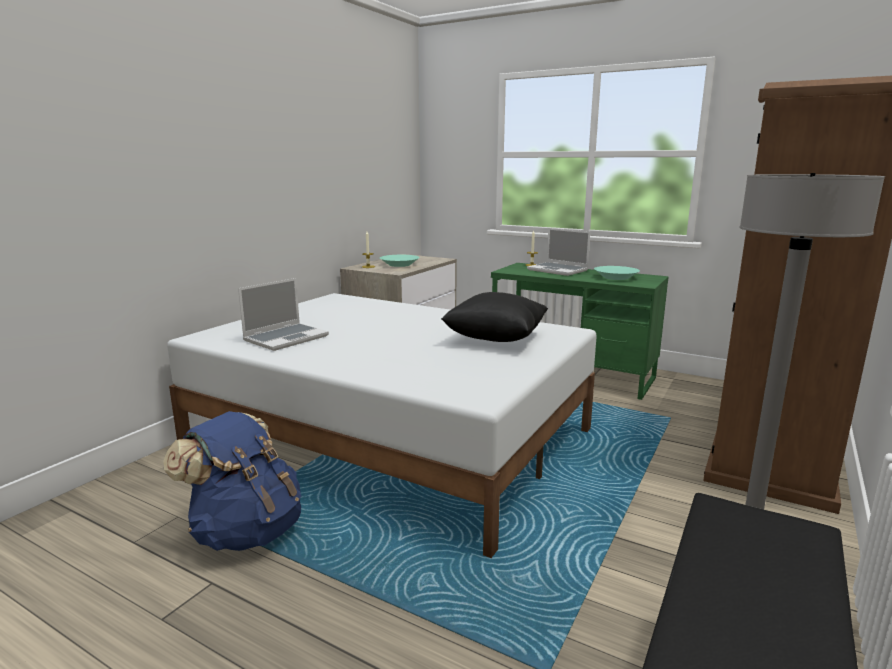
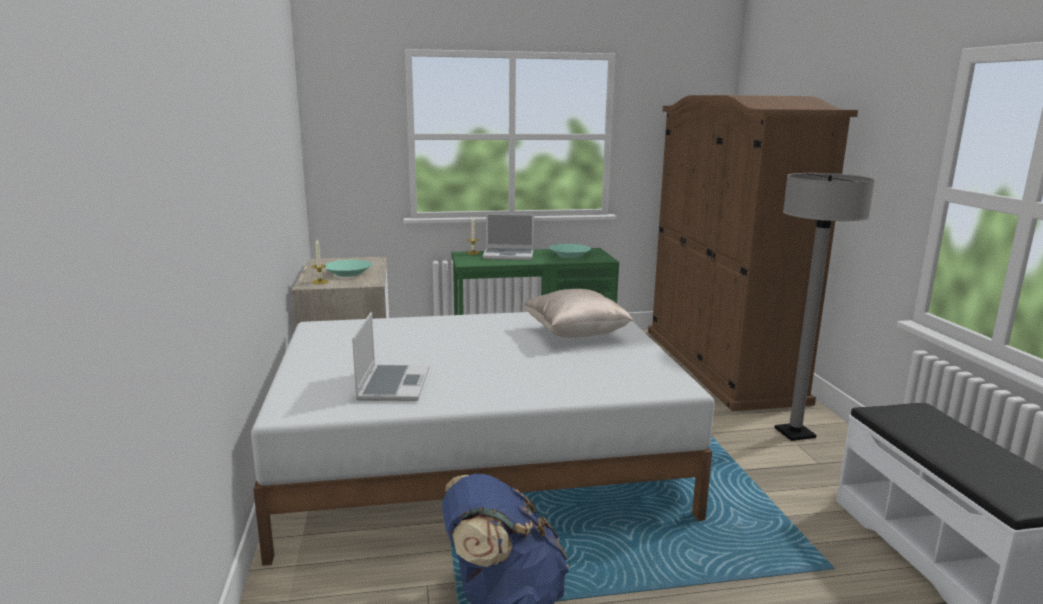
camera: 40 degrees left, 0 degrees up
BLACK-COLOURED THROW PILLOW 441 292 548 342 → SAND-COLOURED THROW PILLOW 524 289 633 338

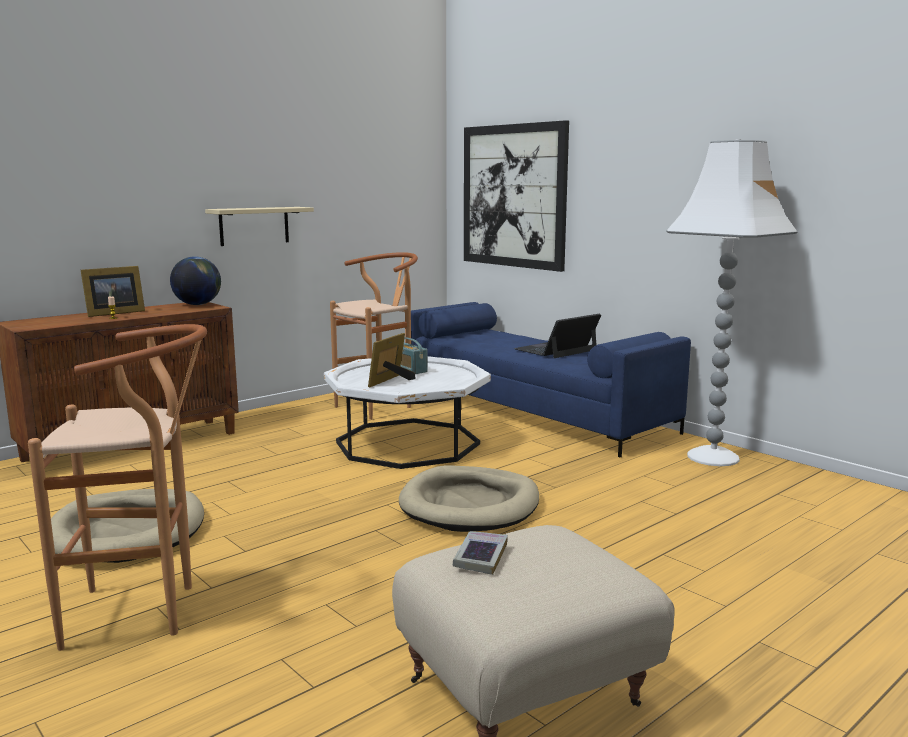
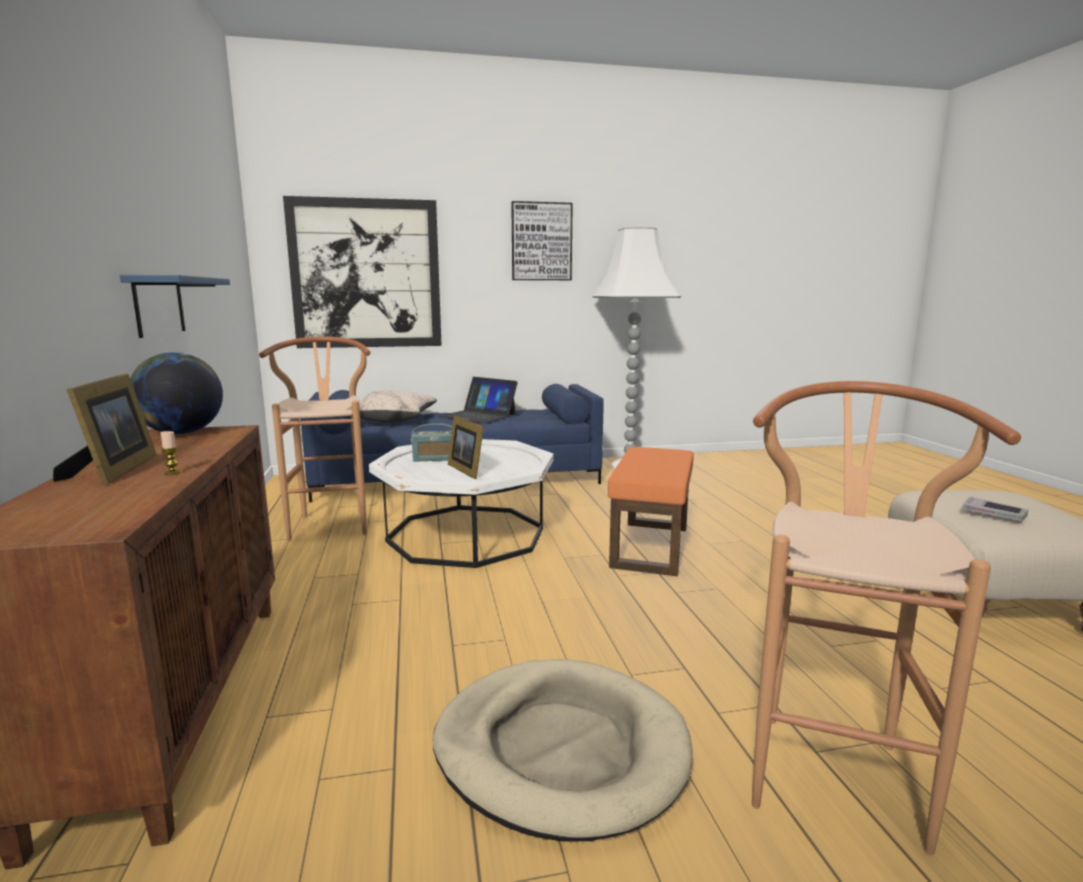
camera: 60 degrees left, 0 degrees up
SAND-COLOURED WALL SHELF 205 207 314 246 → BLUE-COLOURED WALL SHELF 120 275 230 338
- → SAND-COLOURED THROW PILLOW 359 390 437 423
NOTEBOOK COMPUTER 514 314 601 358 → NOTEBOOK COMPUTER 439 377 518 424, 45 degrees counterclockwise
- → PICTURE 511 201 573 280
SAND-COLOURED DOG BED 399 465 539 532 → ORANGE OTTOMAN 608 447 694 576

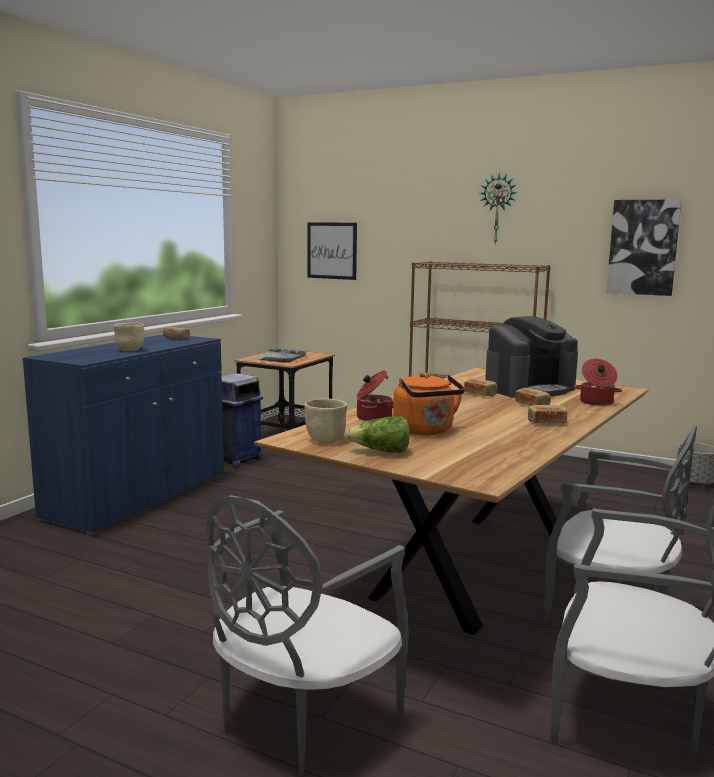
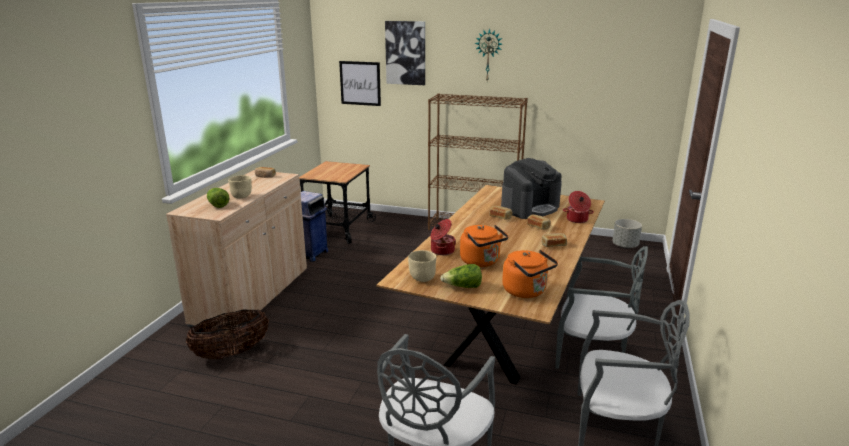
camera: 10 degrees left, 10 degrees up
BLUE-COLOURED CABINET 22 335 224 535 → SAND-COLOURED CABINET 166 170 307 334
- → HOUSEHOLD BASKET 186 310 269 359
- → HEAD OF LETTUCE 207 188 230 208
PICTURE 606 199 682 296 → PICTURE 385 21 425 85, shifted
- → ORANGE WATER KETTLE 502 250 558 298
GREYISH SERVING TRAY 256 348 308 362 → -

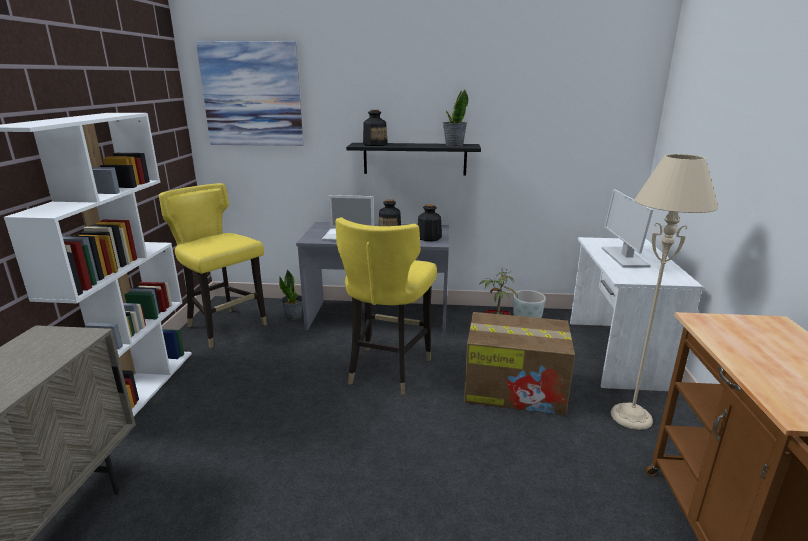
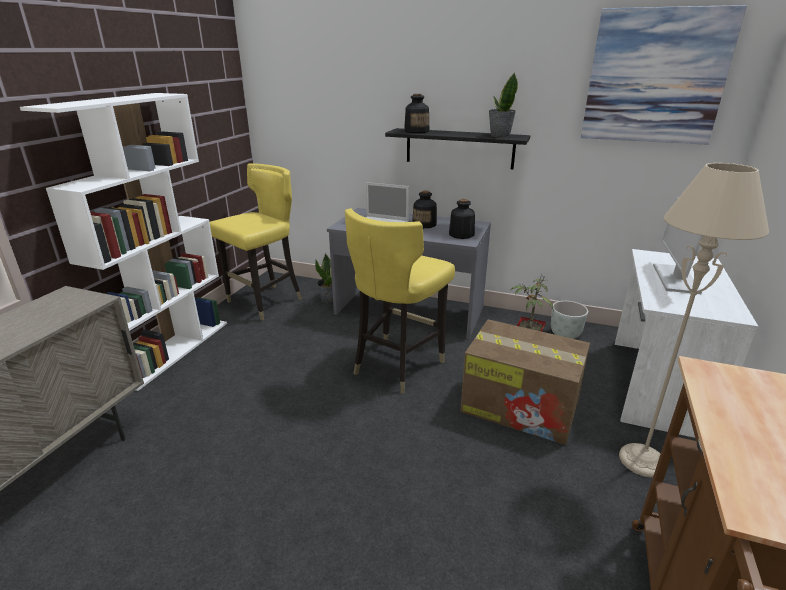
camera: 15 degrees right, 5 degrees up
YELLOW-COLOURED CHAIR 159 183 267 348 → YELLOW-COLOURED CHAIR 209 163 302 320, 75 degrees clockwise
PICTURE 196 41 303 146 → PICTURE 581 5 747 145, shifted

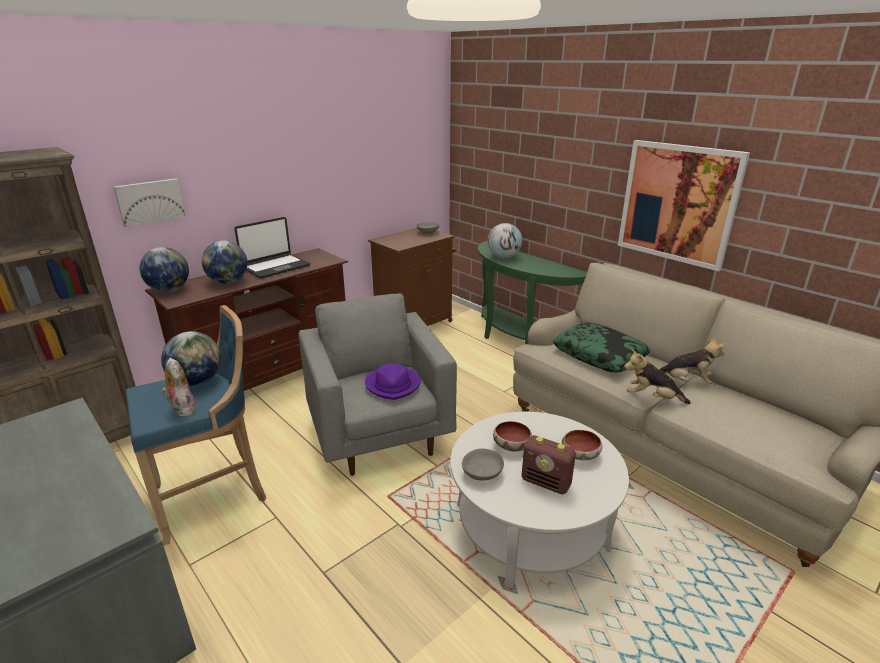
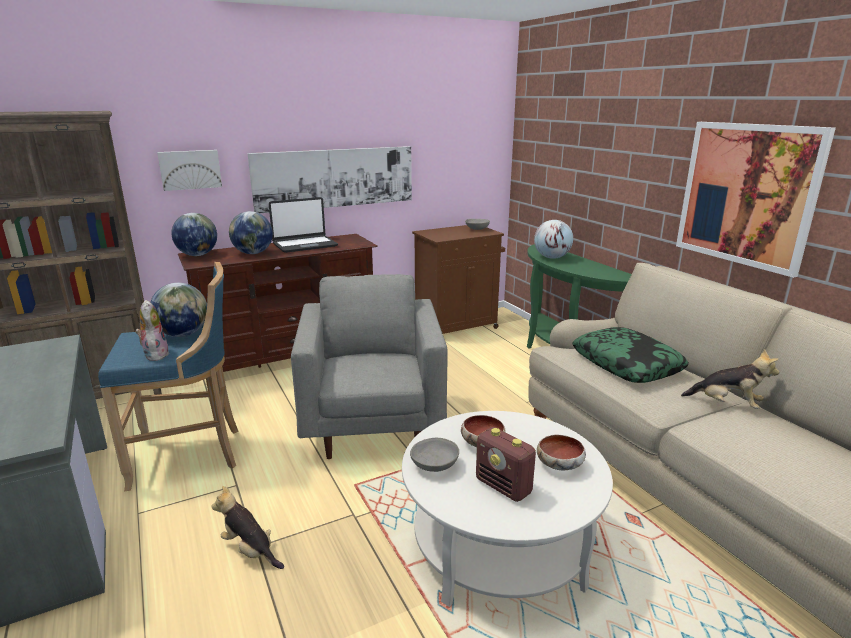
camera: 15 degrees right, 5 degrees down
SOFT TOY 624 349 691 404 → SOFT TOY 211 486 284 569, shifted
- → PICTURE 248 146 412 214
PURPLISH CLOTHING HAT 365 363 421 400 → -

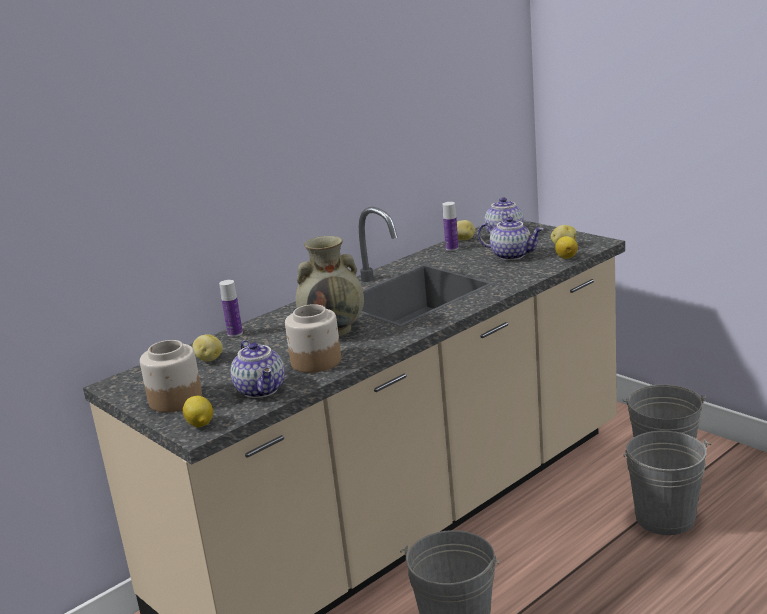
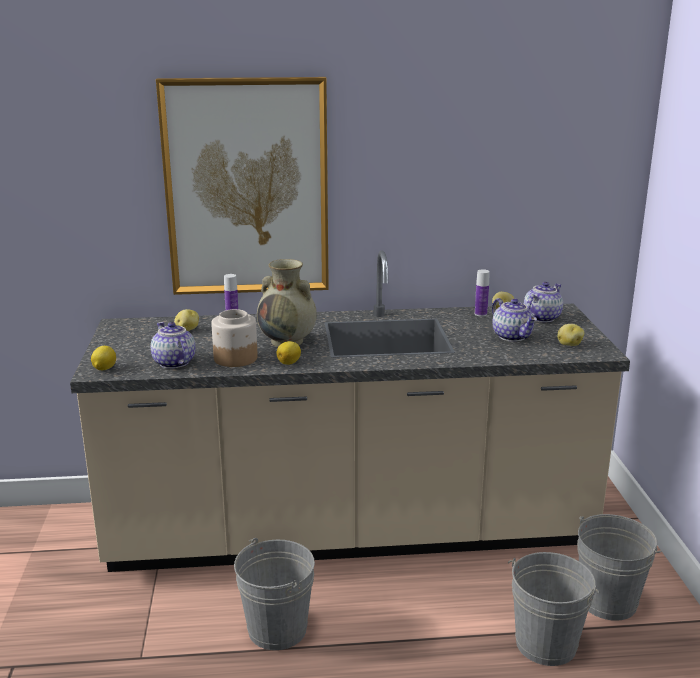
camera: 35 degrees right, 0 degrees up
TEAPOT 231 340 285 398 → TEAPOT 151 322 196 369, 135 degrees clockwise
- → PICTURE 156 77 329 295
WHOLE LEMON 555 236 578 259 → WHOLE LEMON 277 341 301 365, shifted
JAR 140 340 202 412 → -

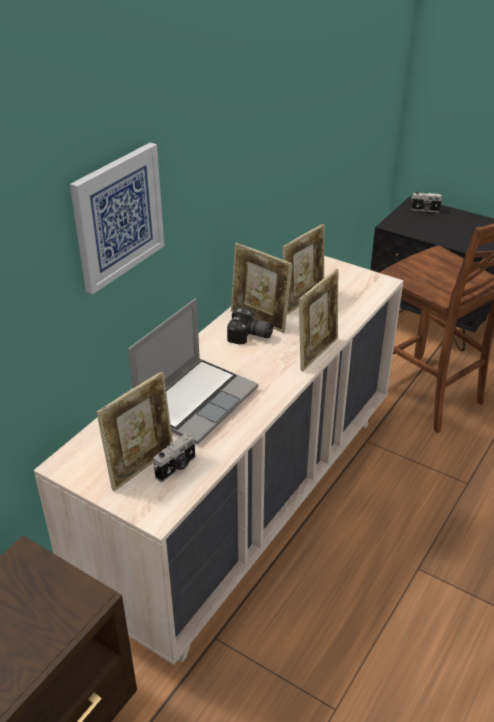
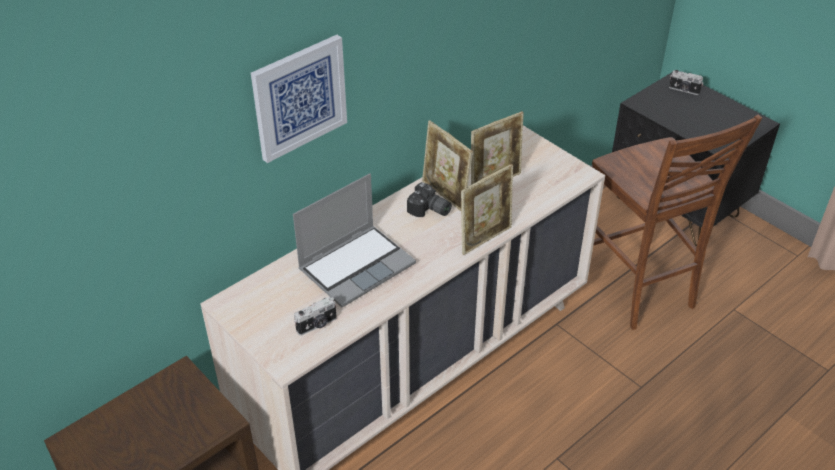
camera: 15 degrees right, 5 degrees up
STANDING FRAME 97 371 173 491 → -

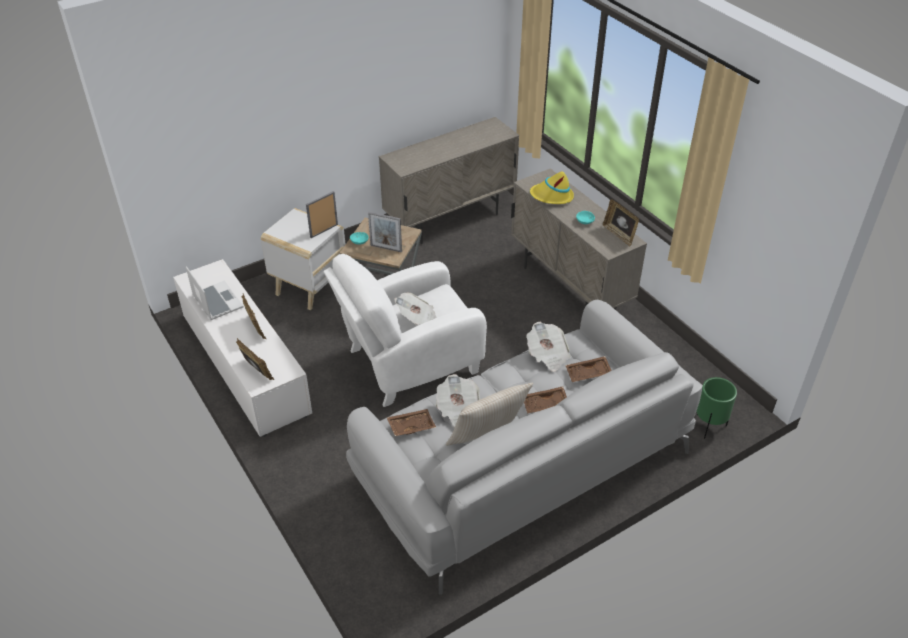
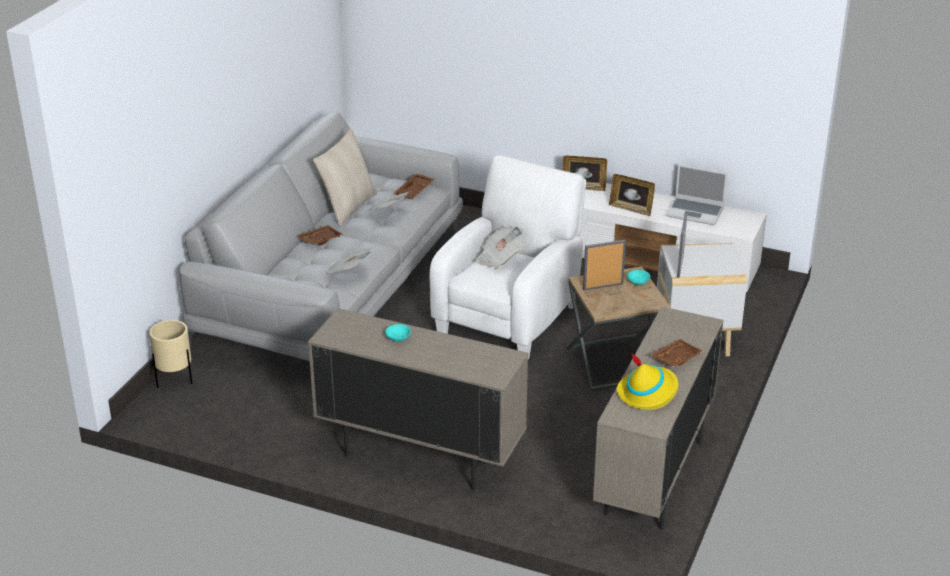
camera: 145 degrees right, 10 degrees down
GREENISH PLANTER 697 377 737 439 → SAND-COLOURED PLANTER 149 320 192 388
YELLOW-COLOURED CLOTHING HAT 530 172 574 204 → YELLOW-COLOURED CLOTHING HAT 617 353 679 410, shifted
BROWN-COLOURED SERVING TRAY 565 356 612 382 → BROWN-COLOURED SERVING TRAY 650 339 704 367, shifted
STANDING FRAME 603 199 639 247 → -

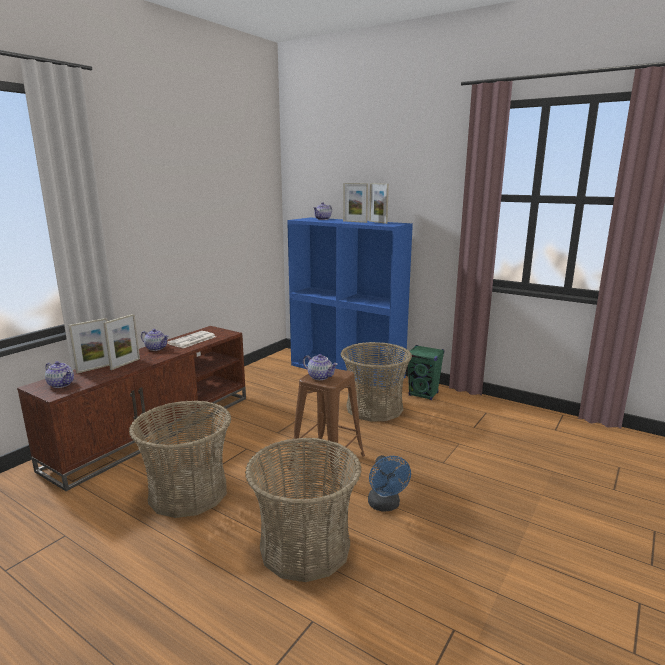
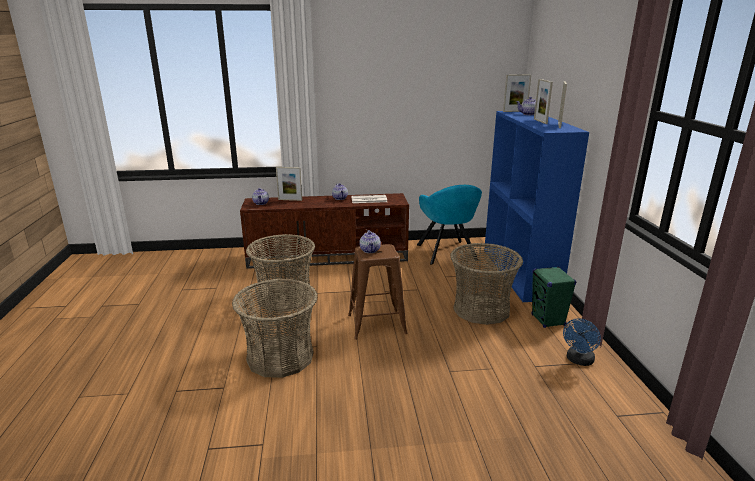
camera: 50 degrees right, 5 degrees up
- → TURQUOISE-COLOURED LOUNGE CHAIR 417 185 482 265
STANDING FRAME 103 314 140 370 → STANDING FRAME 503 74 531 112, shifted
BLUE-COLOURED COOLING FAN 368 455 411 512 → BLUE-COLOURED COOLING FAN 563 318 601 366, shifted

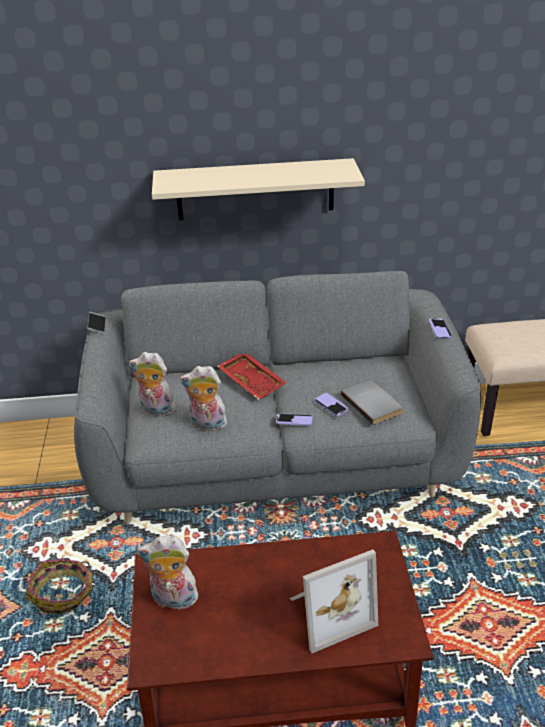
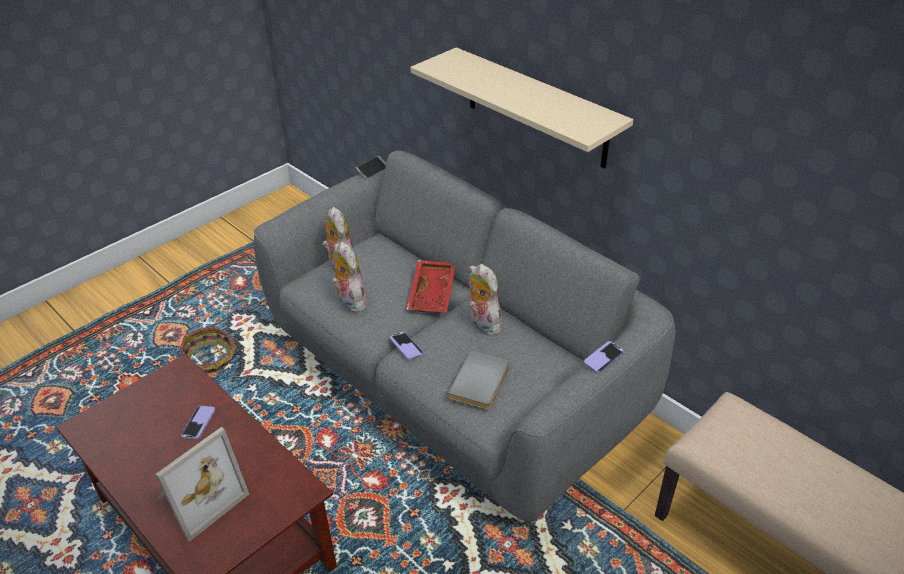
camera: 50 degrees right, 5 degrees up
STANDING FRAME 290 550 378 653 → STANDING FRAME 156 427 249 542, 75 degrees counterclockwise
PHONE 315 393 348 417 → PHONE 181 406 215 439, shifted
SOFT TOY 137 536 201 613 → SOFT TOY 469 264 502 335, shifted

